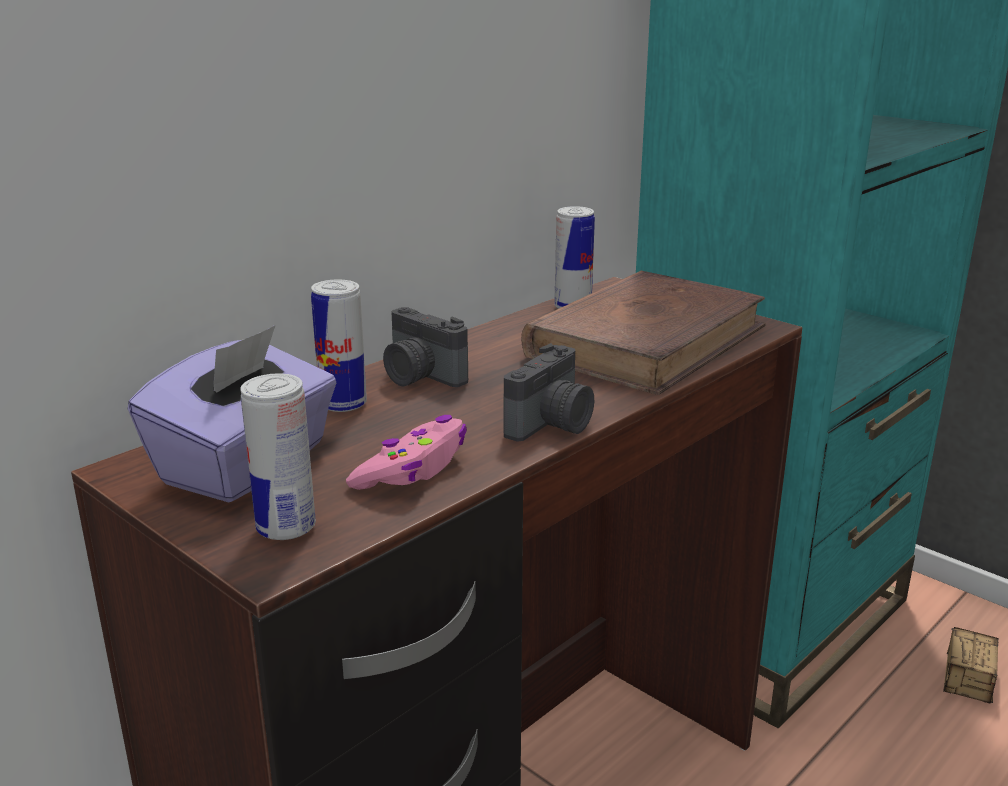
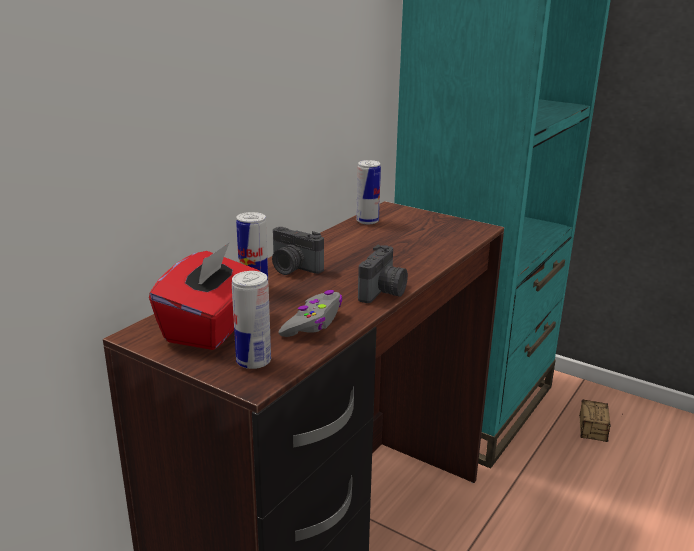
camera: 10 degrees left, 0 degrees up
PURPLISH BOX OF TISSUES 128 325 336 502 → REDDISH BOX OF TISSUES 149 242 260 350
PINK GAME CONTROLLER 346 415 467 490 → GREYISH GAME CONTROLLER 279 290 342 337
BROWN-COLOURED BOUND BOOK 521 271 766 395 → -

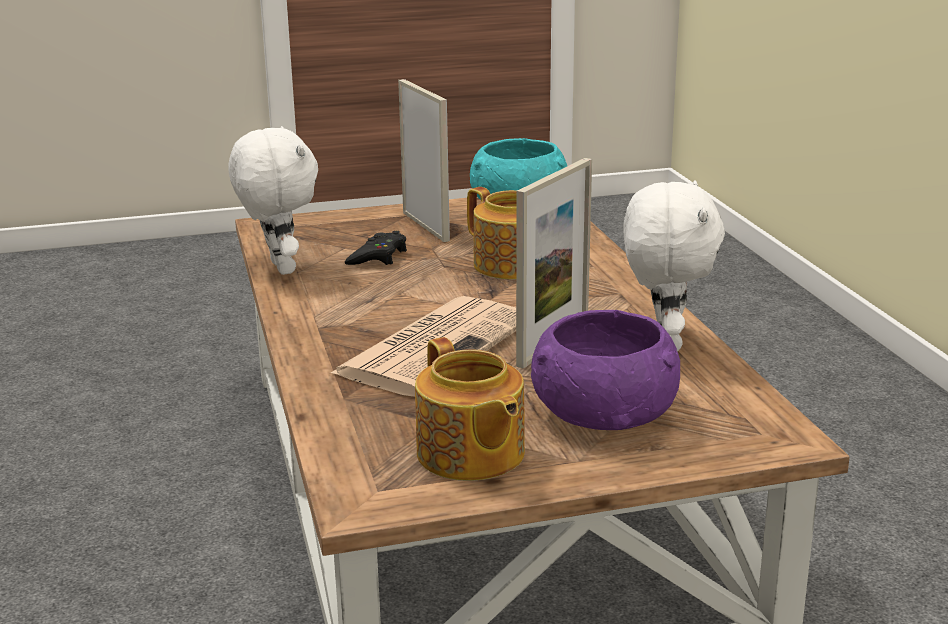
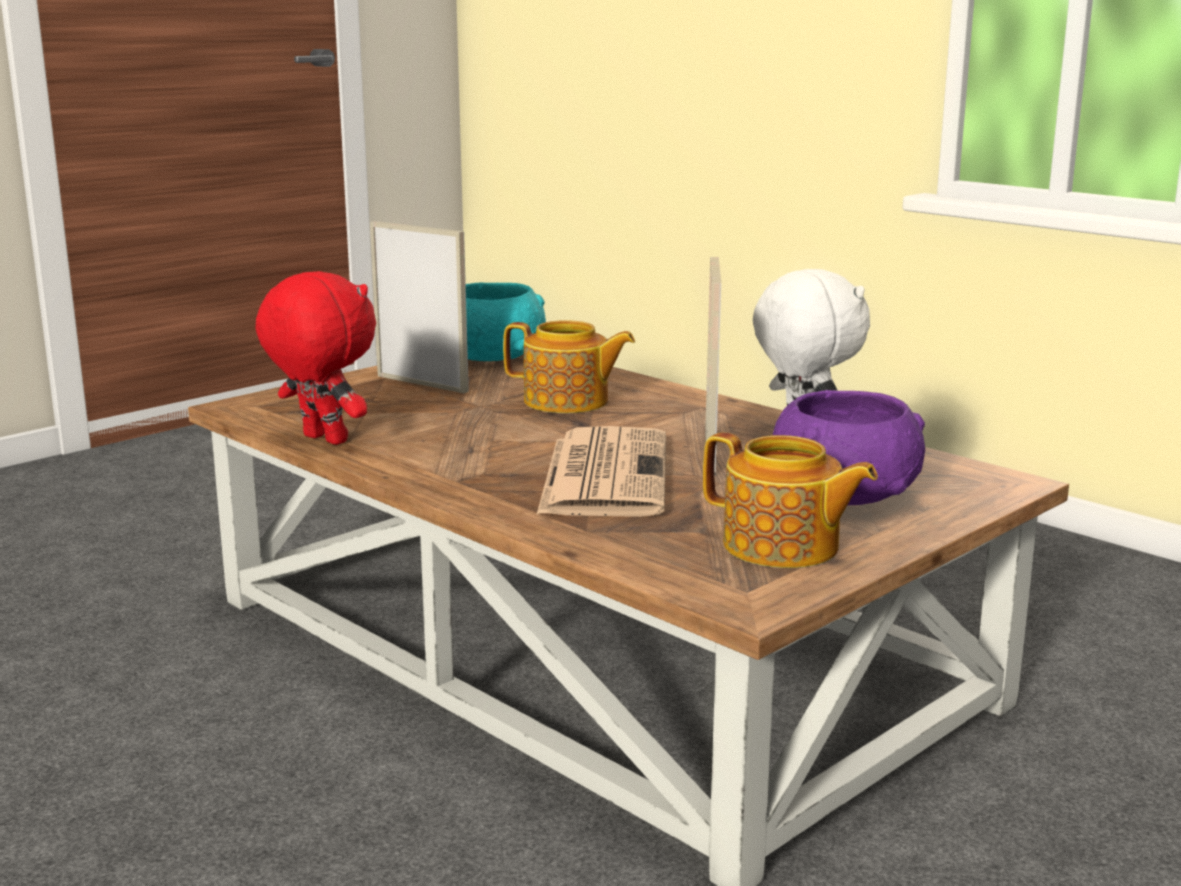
camera: 30 degrees left, 5 degrees down
WHITISH SOFT TOY 228 126 318 275 → REDDISH SOFT TOY 256 271 376 445
BLACK-COLOURED GAME CONTROLLER 345 231 407 265 → -

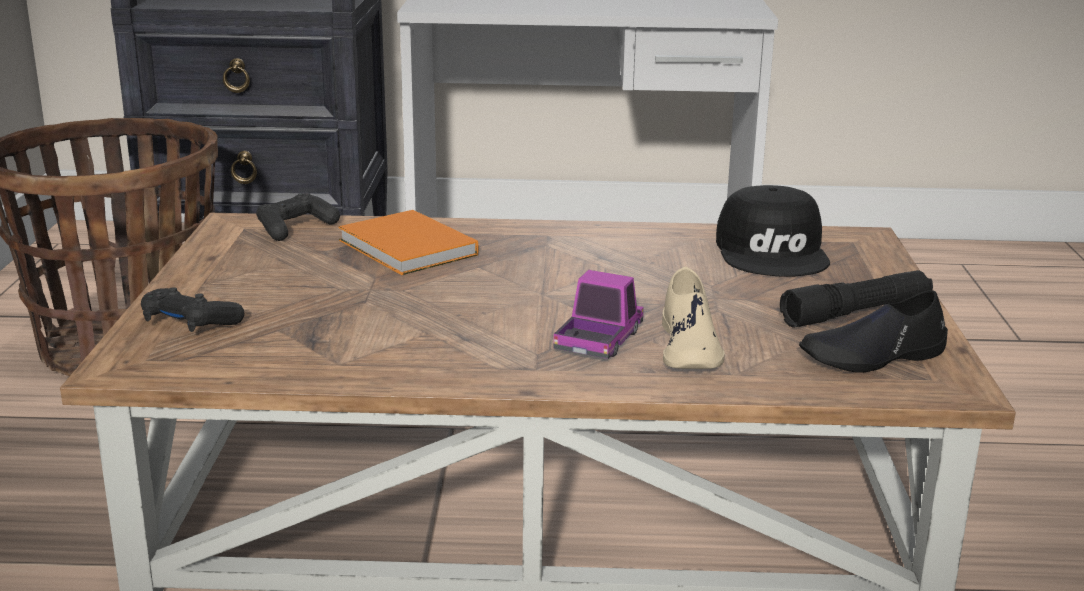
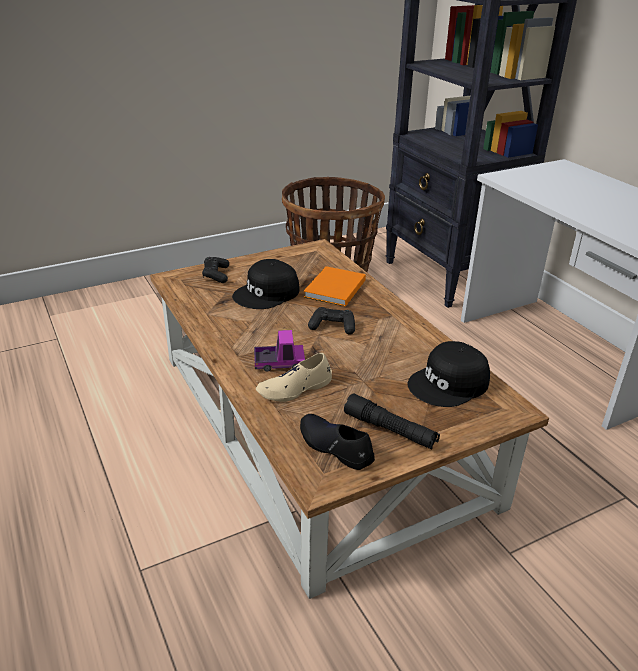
camera: 60 degrees right, 10 degrees up
- → BLACK-COLOURED PEAKED CAP 232 259 299 309
BLACK-COLOURED GAME CONTROLLER 256 193 340 241 → BLACK-COLOURED GAME CONTROLLER 308 307 355 334, shifted

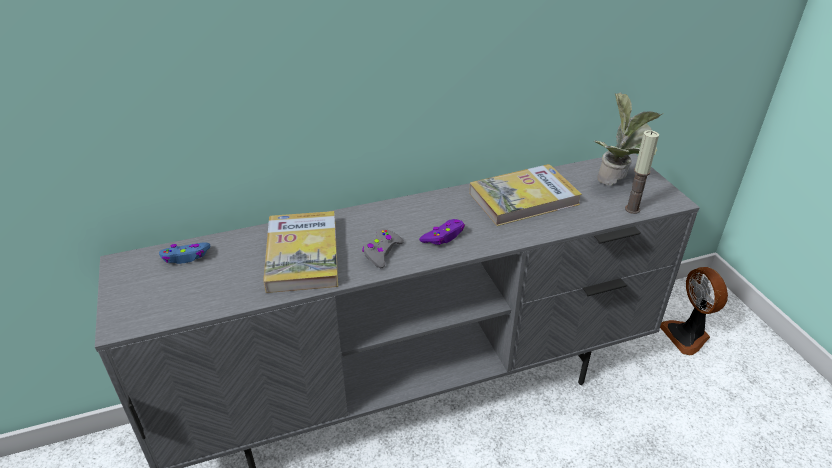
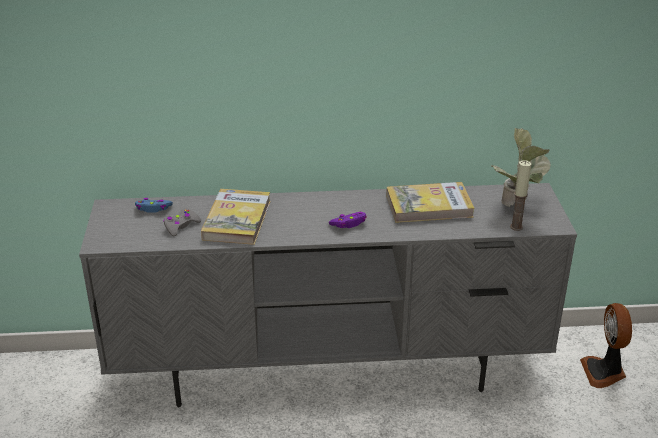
camera: 15 degrees right, 5 degrees down
GREYISH GAME CONTROLLER 362 228 404 268 → GREYISH GAME CONTROLLER 163 208 201 236, shifted

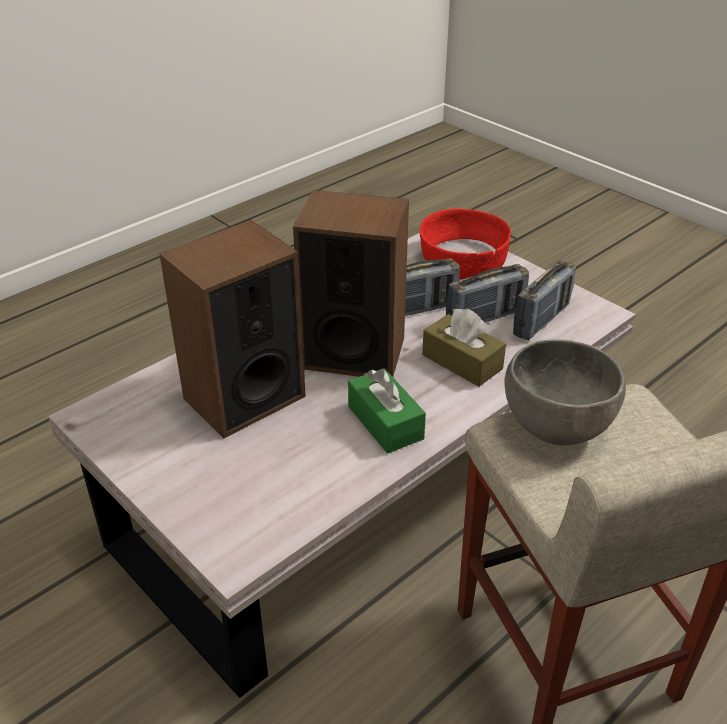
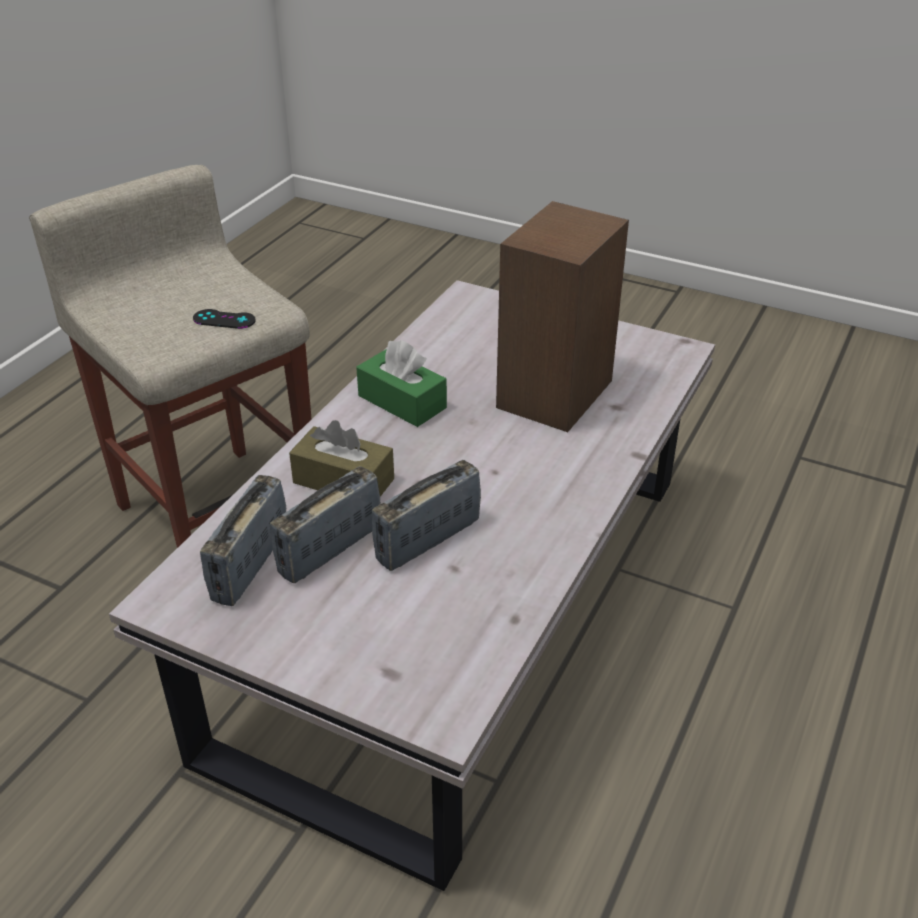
camera: 160 degrees right, 0 degrees up
GREYISH BOWL 504 339 626 445 → BLACK-COLOURED GAME CONTROLLER 193 309 256 329
AUDIO SPEAKER 293 190 409 377 → -
REDDISH BOWL 419 208 511 280 → -

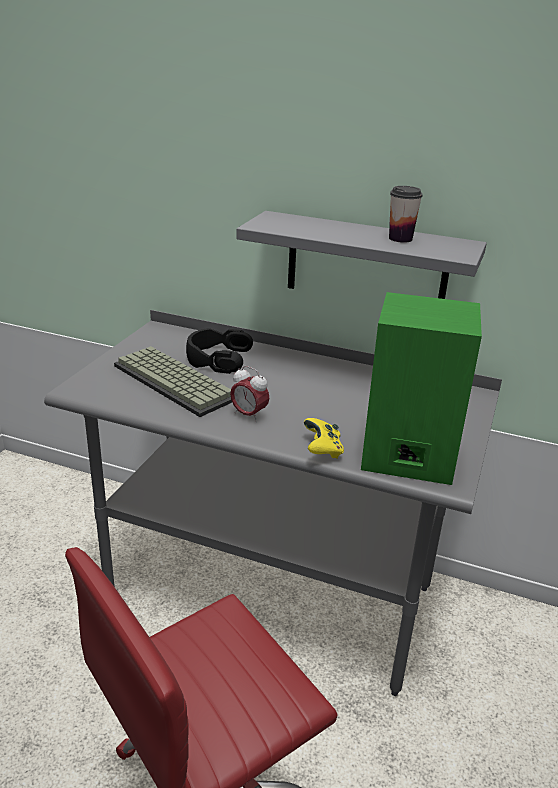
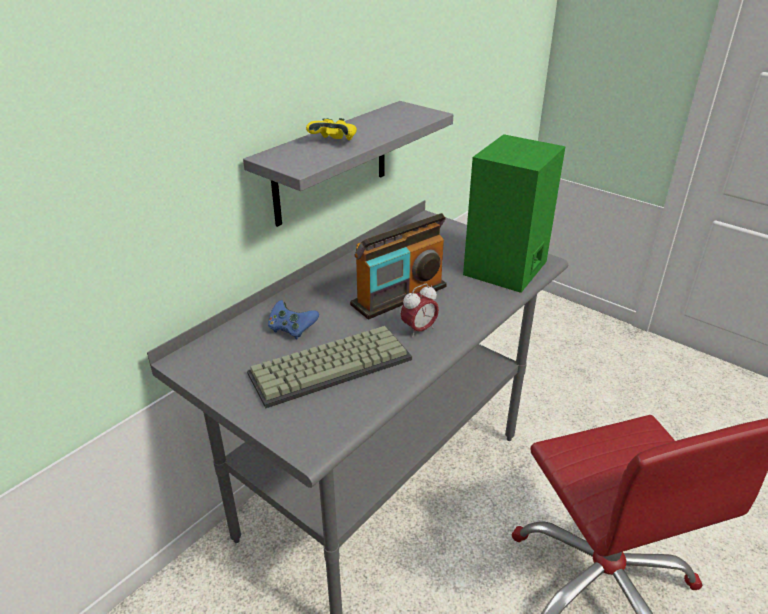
camera: 70 degrees left, 5 degrees up
BLACK-COLOURED PAIR OF HEADPHONES 186 328 253 374 → BLUE-COLOURED GAME CONTROLLER 268 300 319 339
YELLOW-COLOURED GAME CONTROLLER 304 418 344 459 → YELLOW-COLOURED GAME CONTROLLER 306 118 357 140, shifted
- → RADIO SET 350 213 447 320
SMALL CUP 389 186 423 243 → -

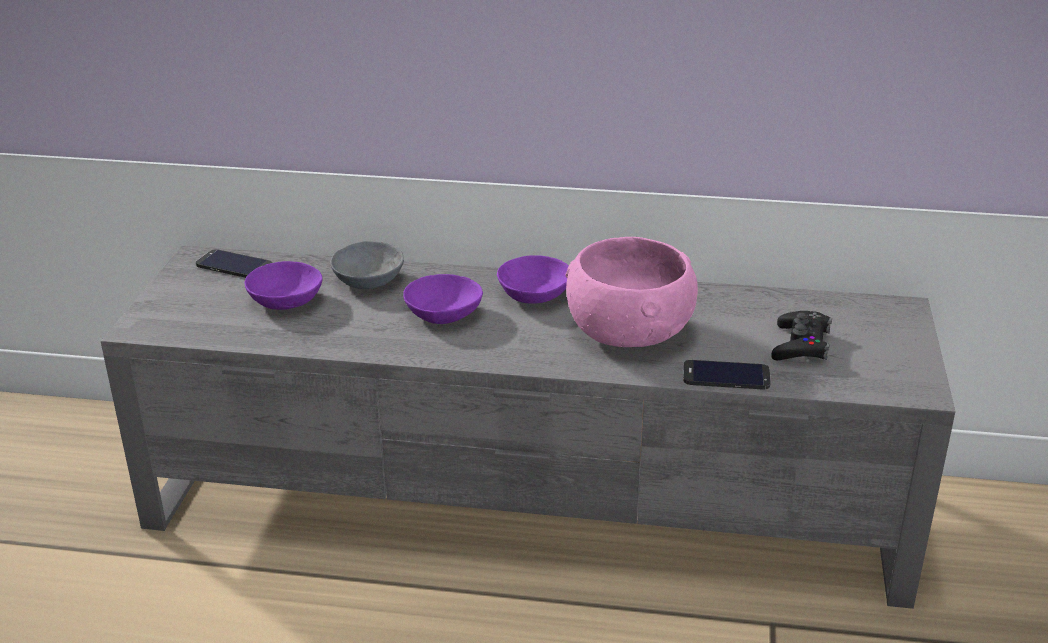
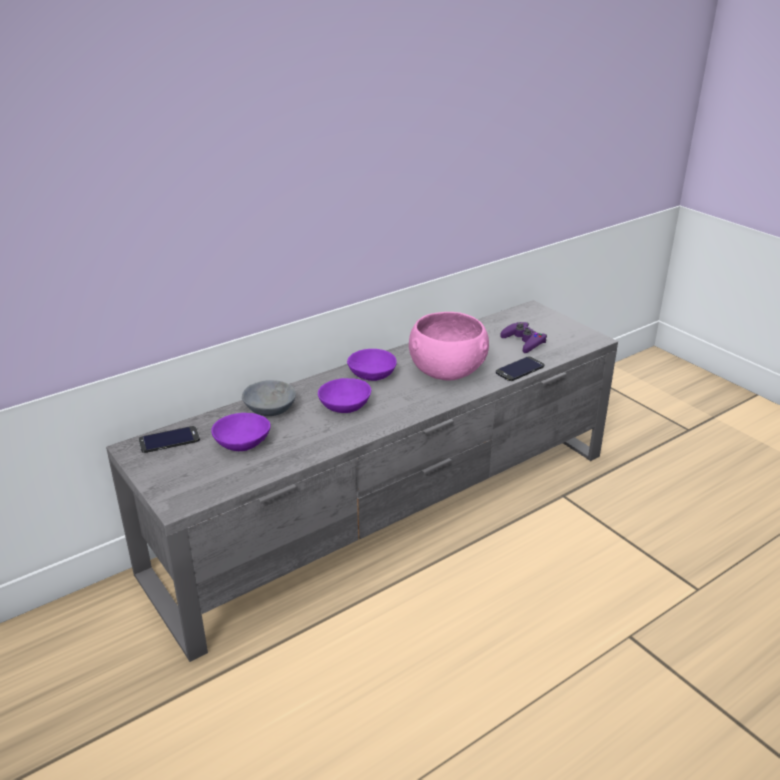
camera: 45 degrees left, 0 degrees up
BLACK-COLOURED GAME CONTROLLER 771 311 832 360 → PURPLISH GAME CONTROLLER 500 322 547 353

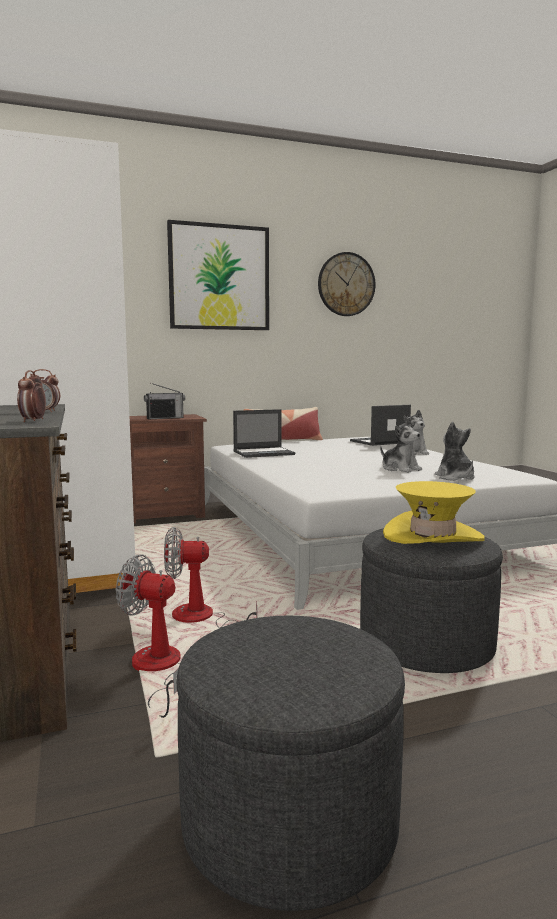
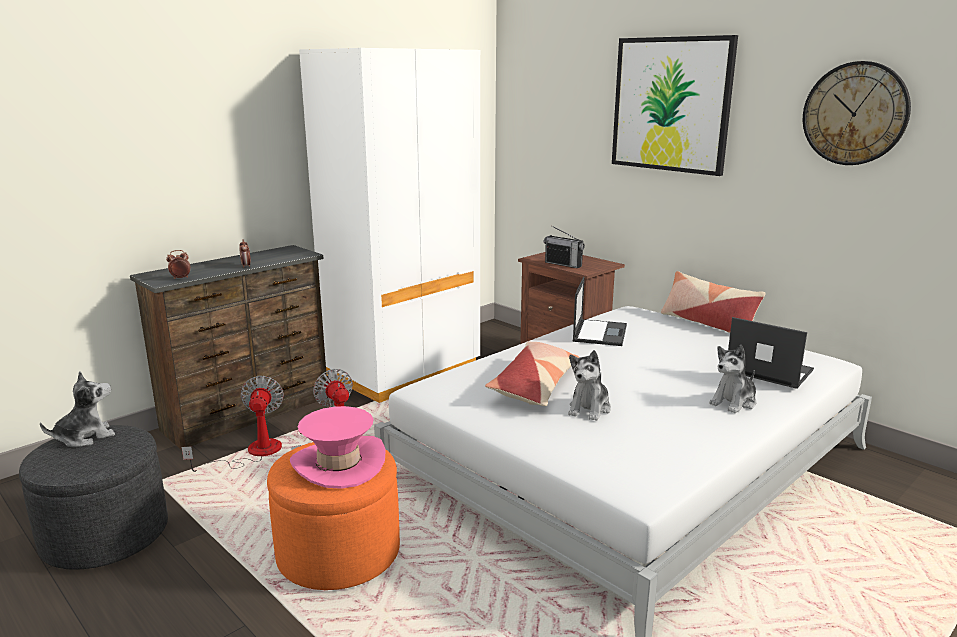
camera: 65 degrees right, 10 degrees up
SOFT TOY 435 422 475 481 → SOFT TOY 40 371 115 447, shifted
GREYISH OTTOMAN 360 528 503 673 → ORANGE OTTOMAN 267 442 400 590
YELLOW-COLOURED CLOTHING HAT 383 481 485 544 → PINK CLOTHING HAT 290 406 386 489
- → THROW PILLOW 485 341 579 406
NOTEBOOK COMPUTER 233 409 295 458 → NOTEBOOK COMPUTER 572 277 627 346, 120 degrees counterclockwise

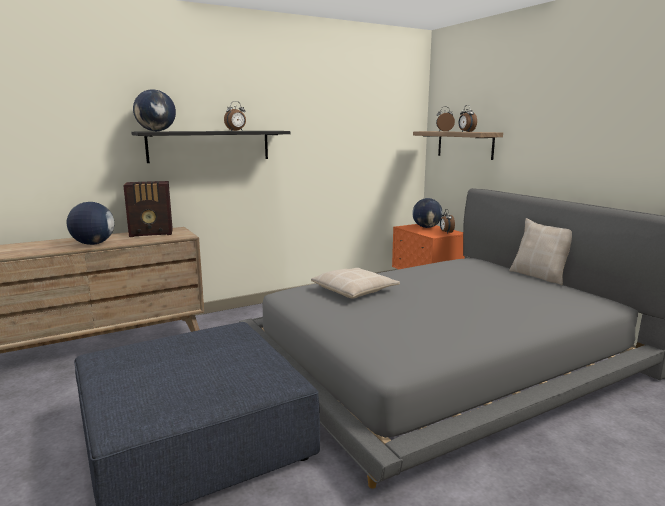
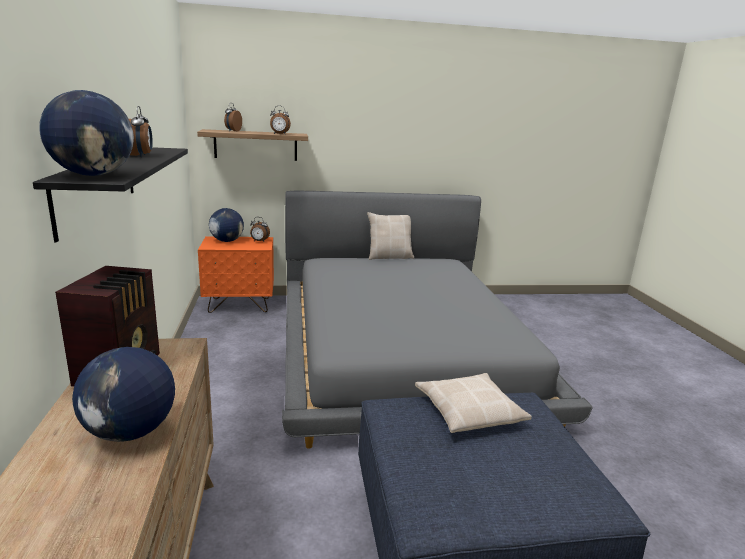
camera: 70 degrees left, 5 degrees up
SAND-COLOURED THROW PILLOW 311 268 400 299 → SAND-COLOURED THROW PILLOW 415 373 532 433, shifted

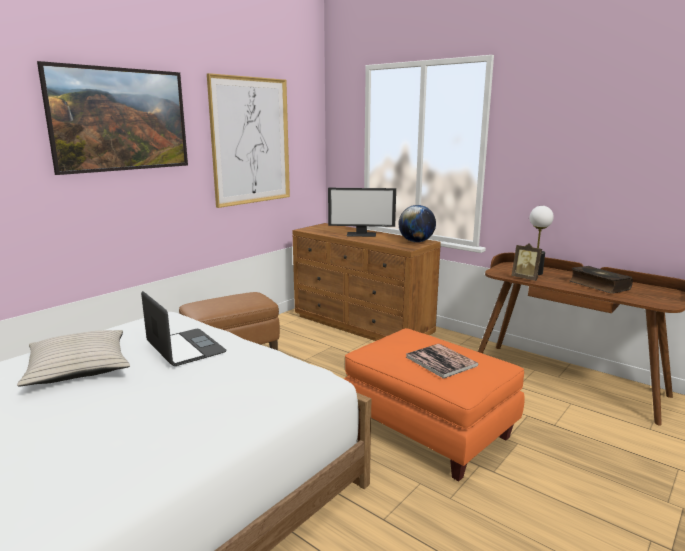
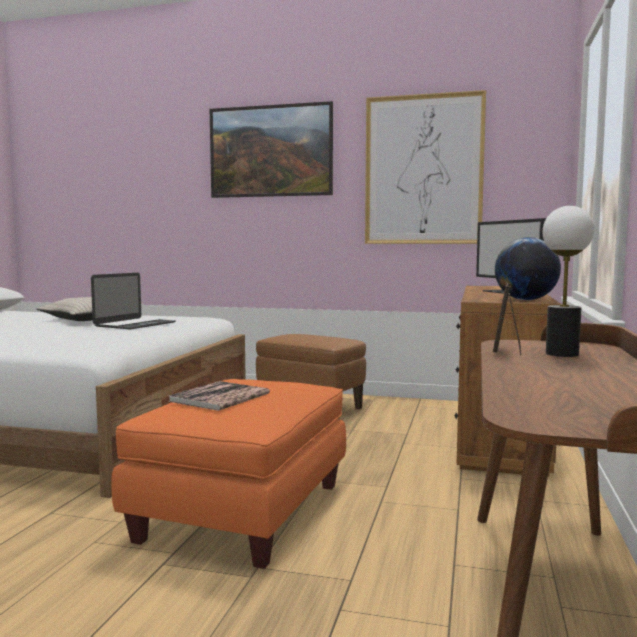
camera: 65 degrees right, 10 degrees down
BOUND BOOK 570 266 633 294 → -

